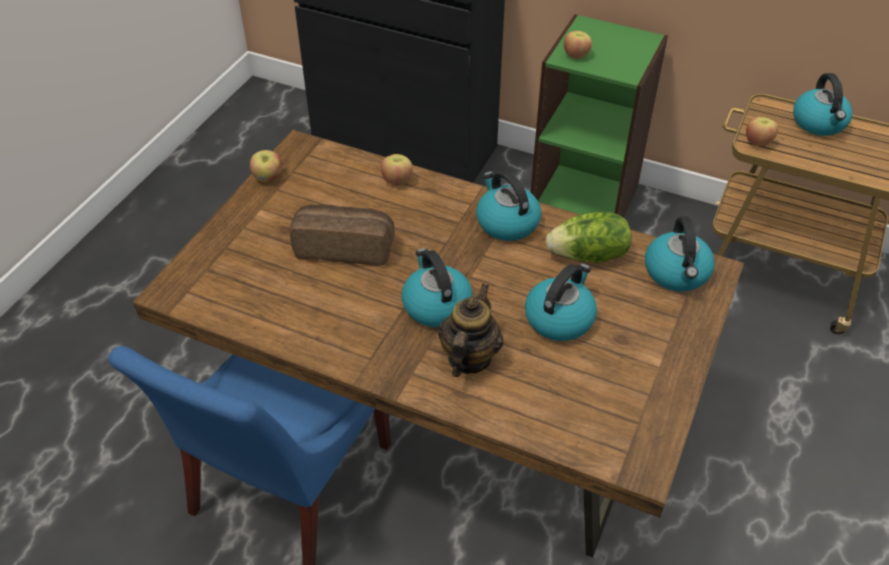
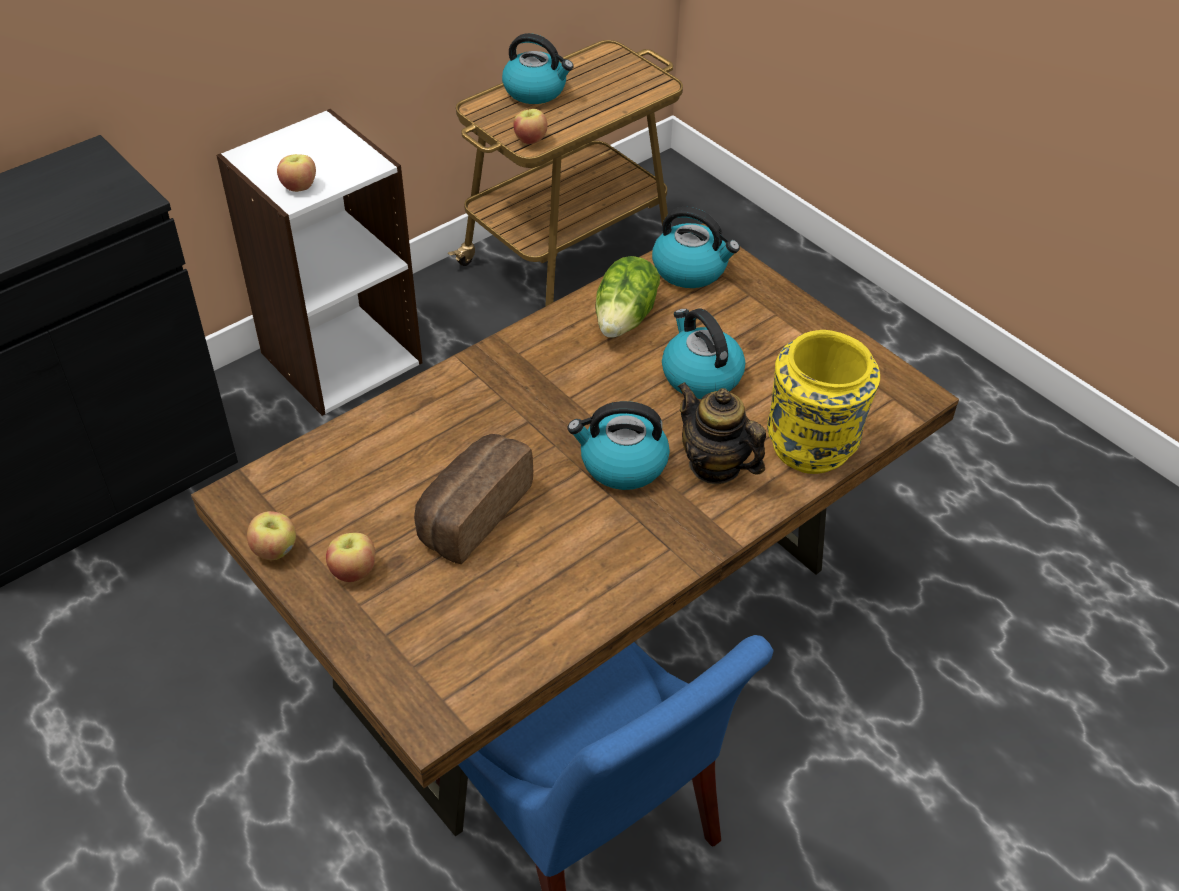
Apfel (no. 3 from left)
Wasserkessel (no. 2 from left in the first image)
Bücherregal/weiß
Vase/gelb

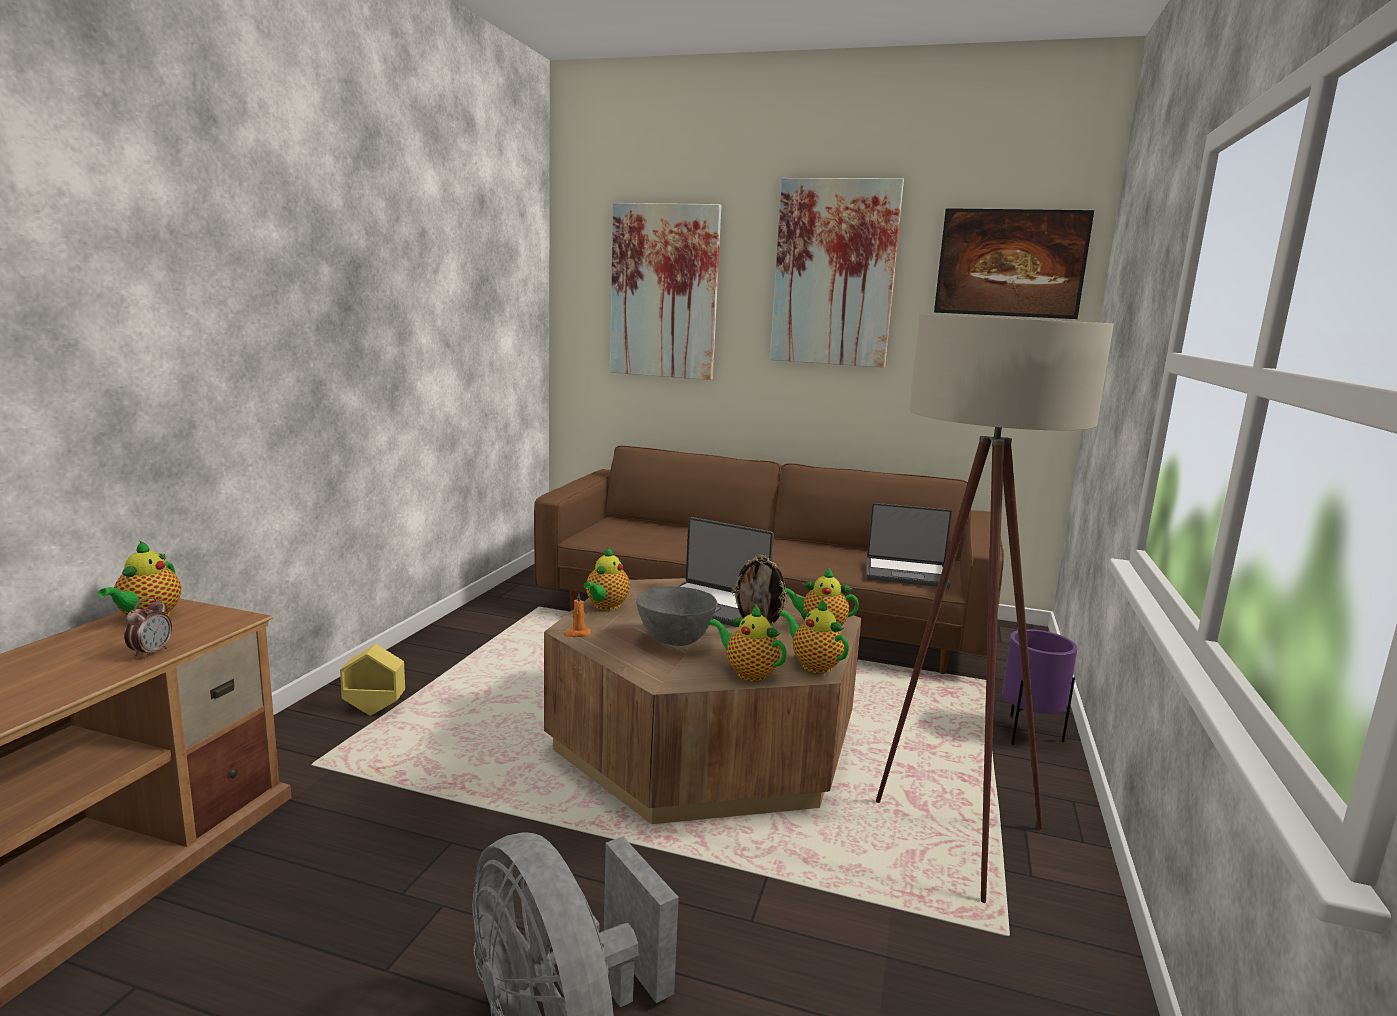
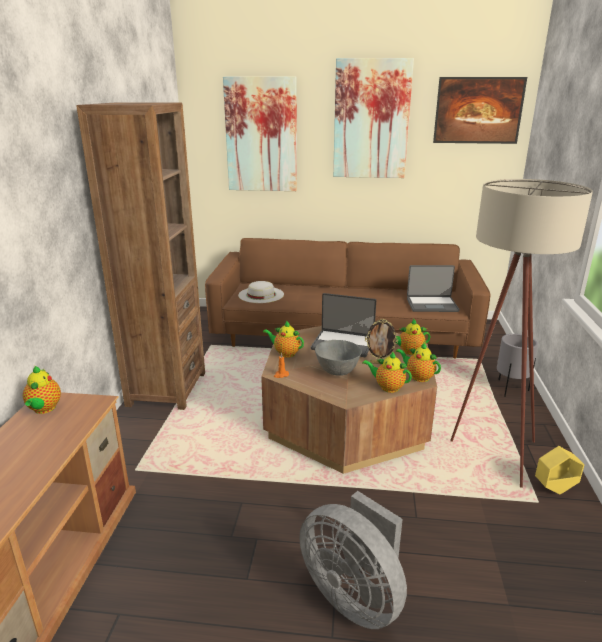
Wecker
Pflanzkübel/gelb
Teekanne (no. 2 from left)
Pflanzkübel/grau
Bücherregal/braun
Hut/weiß

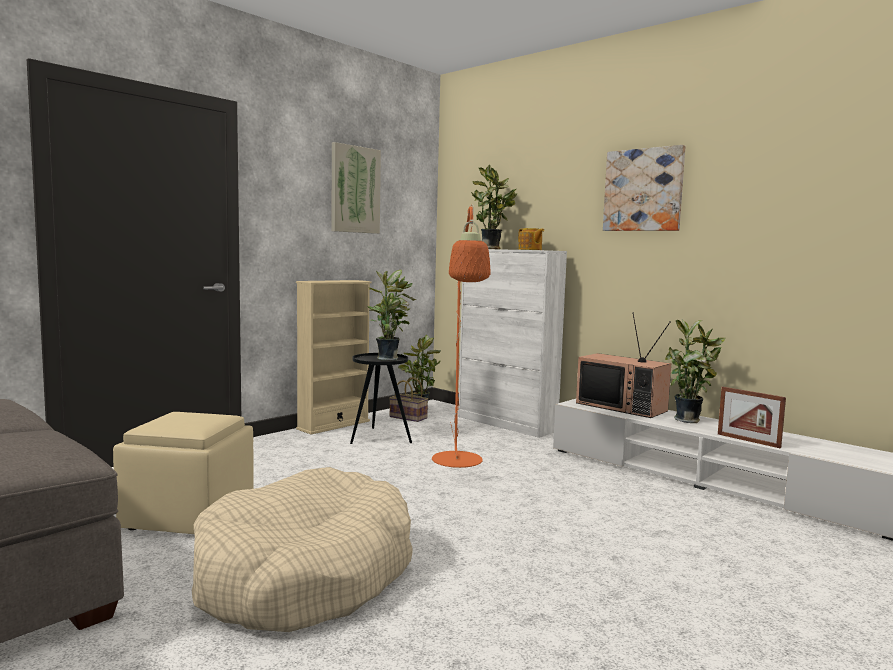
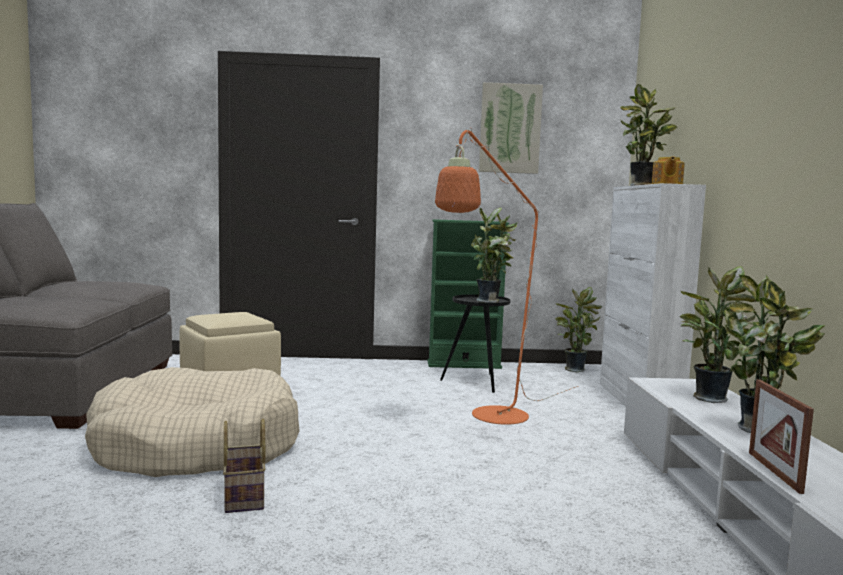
Bücherregal/grün
Korb
Topfpflanze (no. 4 from left)
Bild (no. 2 from left in the first image)

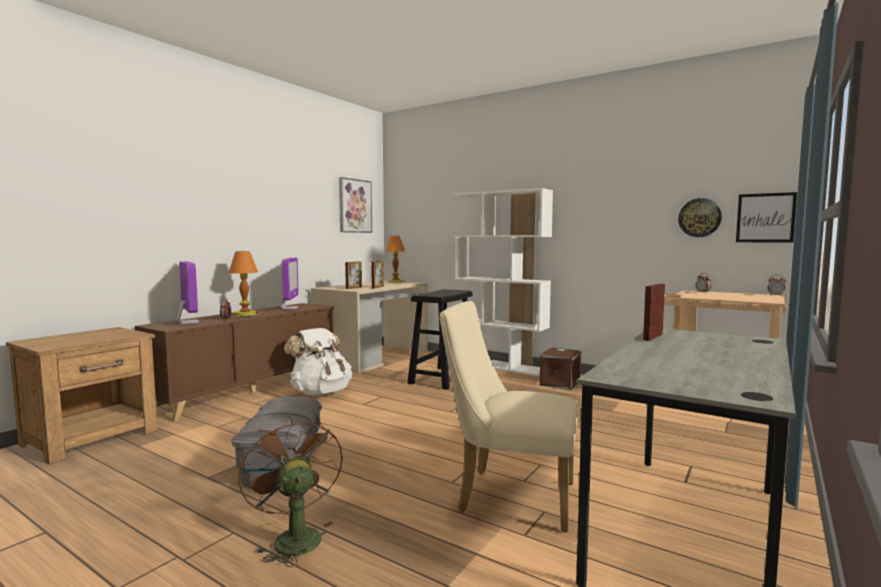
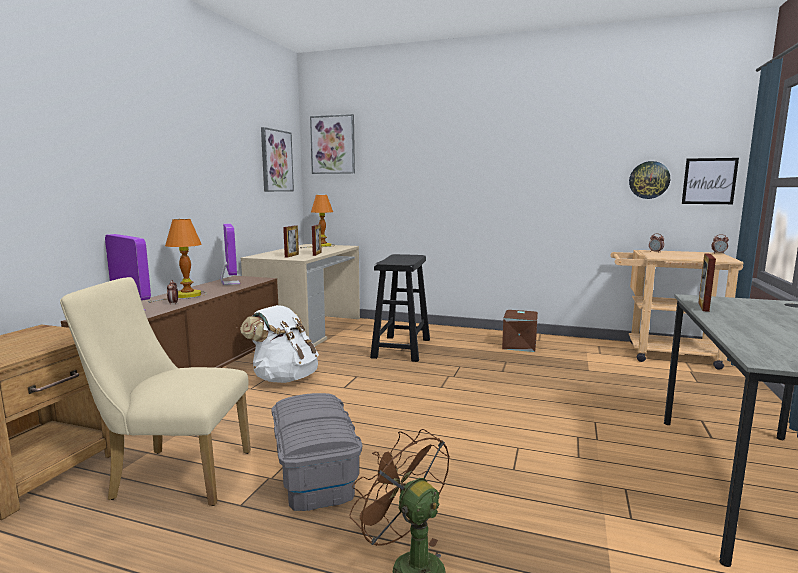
Stuhl/beige
Bücherregal/weiß
Bild (no. 2 from left)

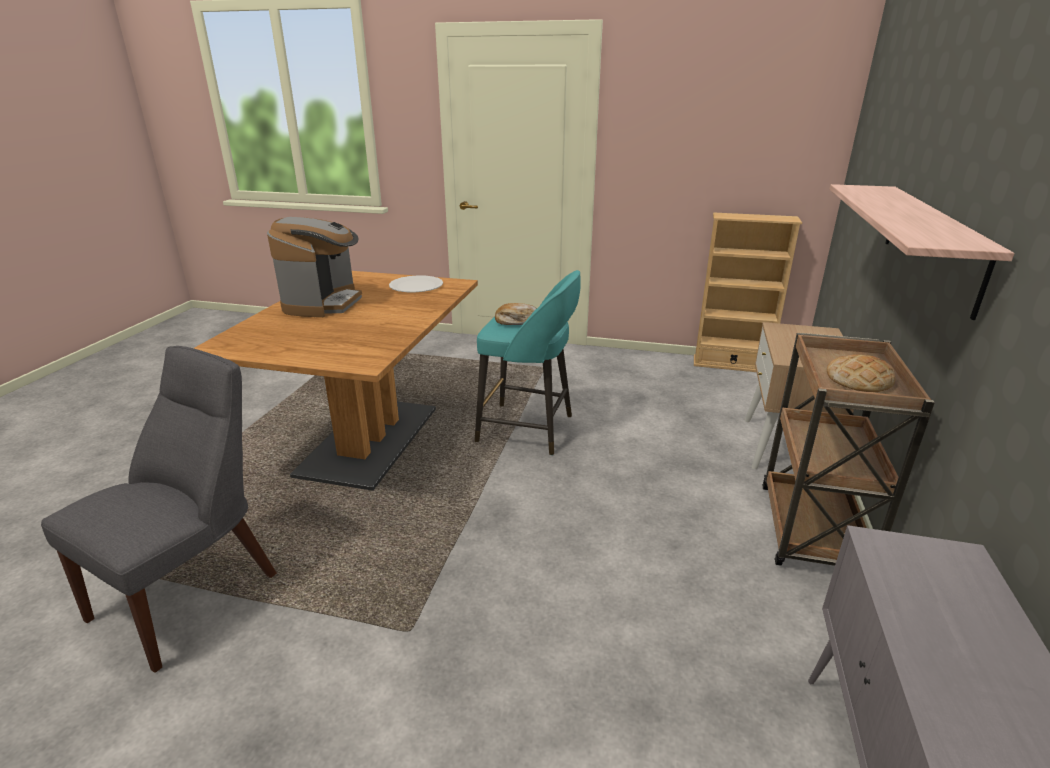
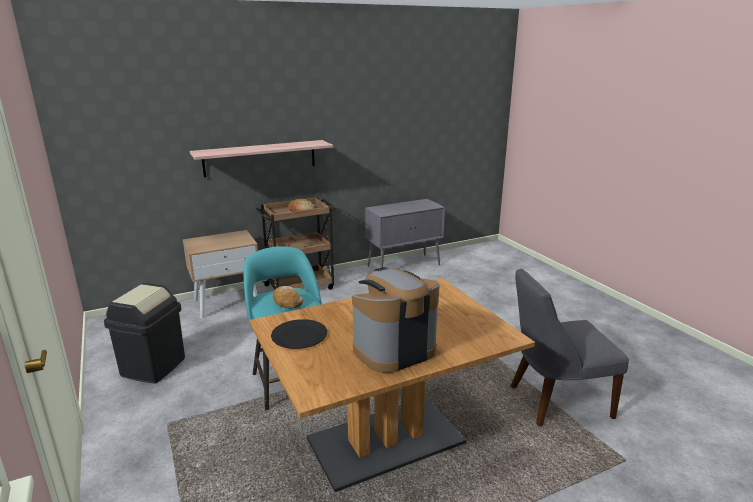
Teller/schwarz
Bücherregal/beige
Mülleimer/schwarz

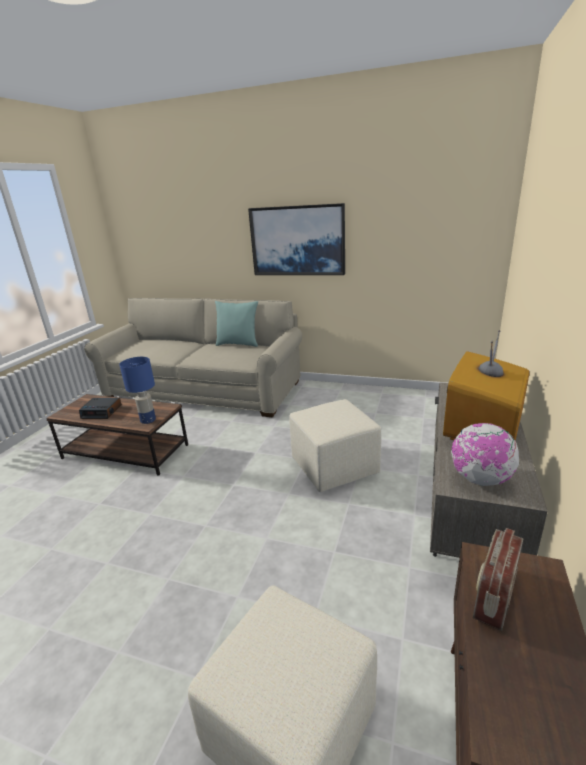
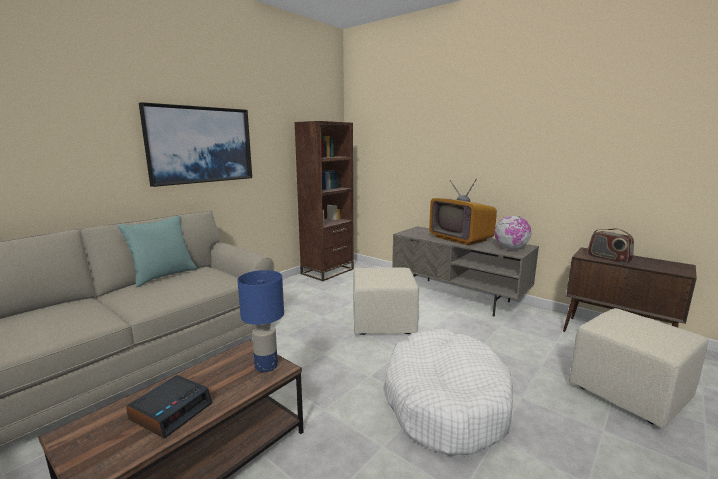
Bücherregal/braun
Hundebett/weiß

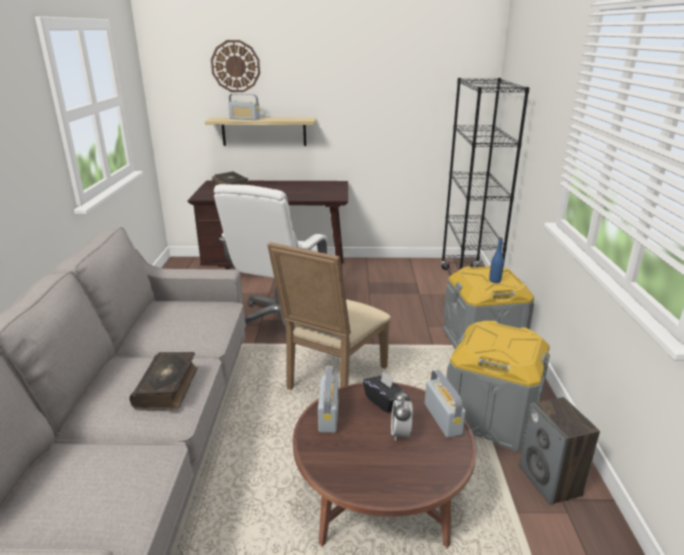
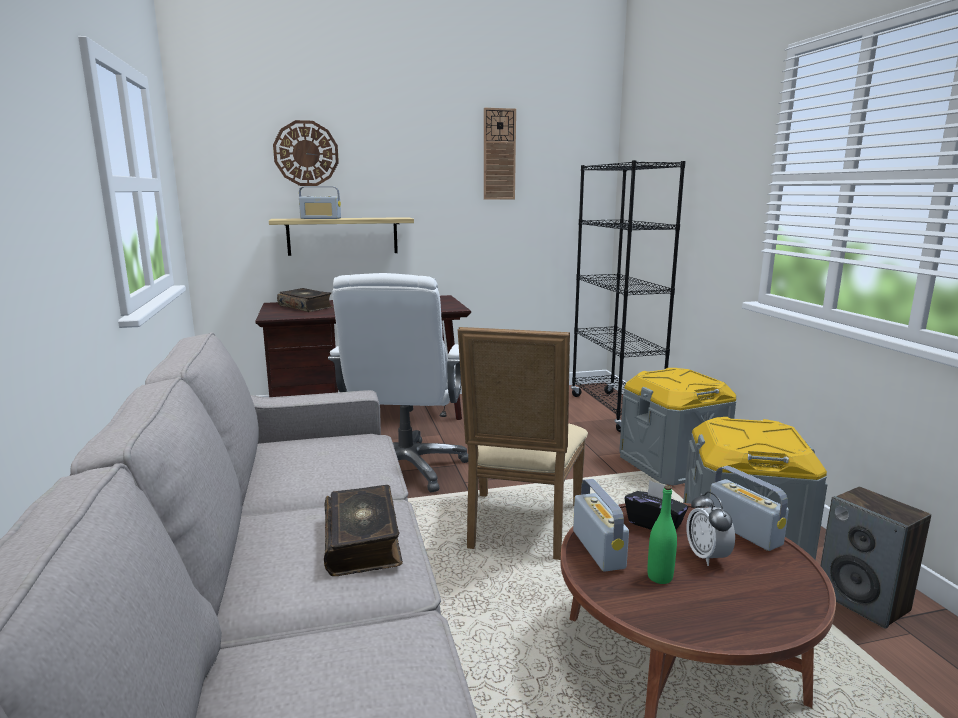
Flasche/blau
Wanduhr (no. 2 from left)
Flasche/grün

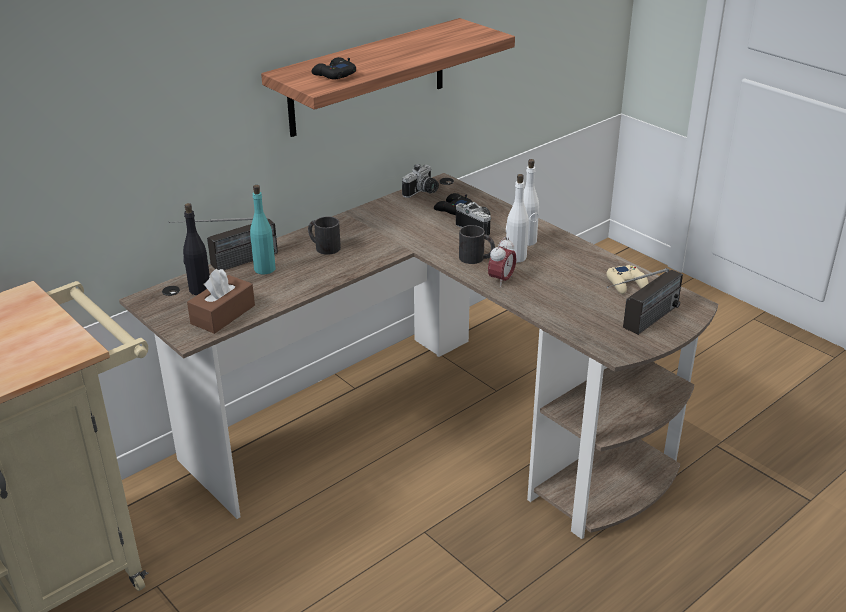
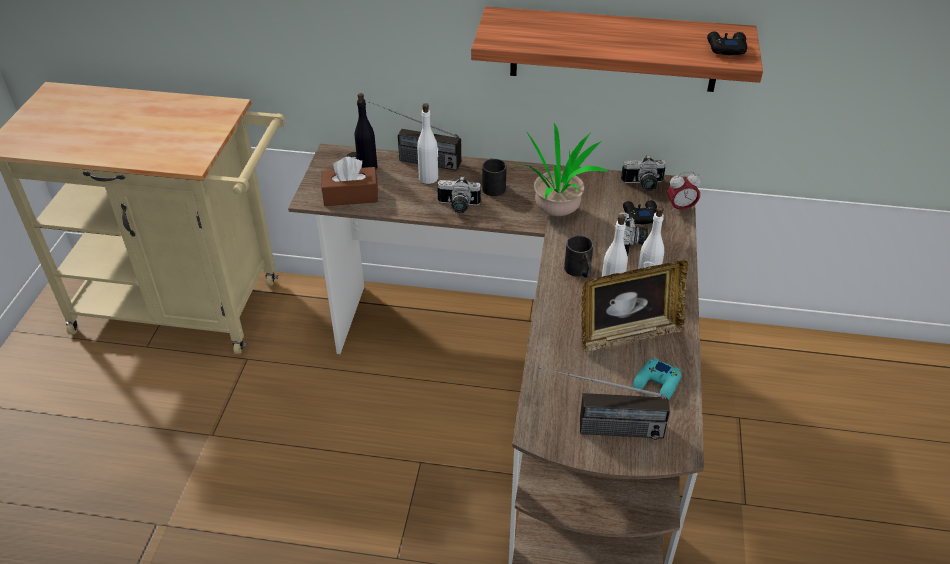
Flasche/weiß (no. 1 from left)
Gamepad/schwarz (no. 2 from left)
Wecker
Gamepad/türkis
Kamera (no. 1 from left)
Topfpflanze
Bilderrahmen

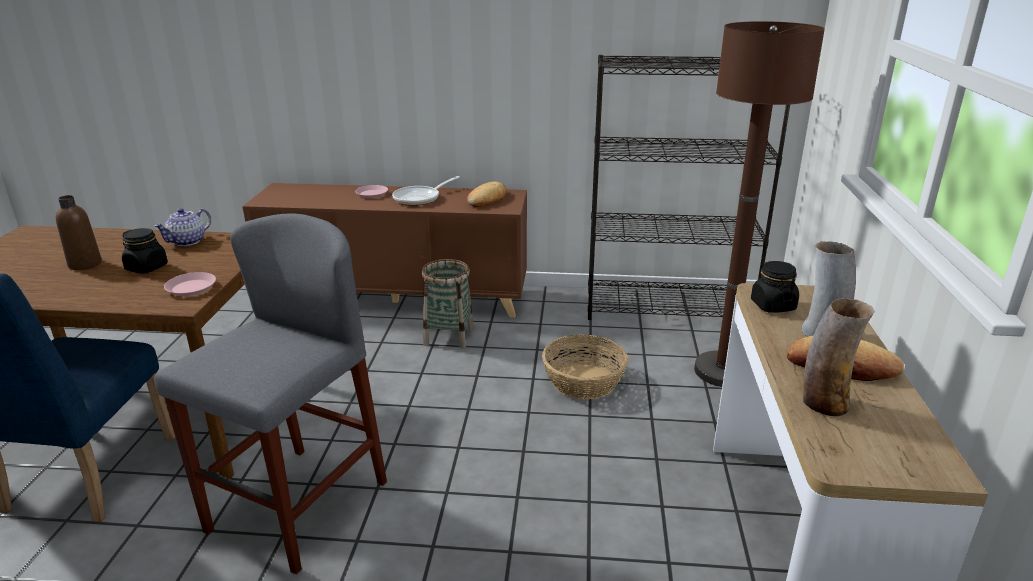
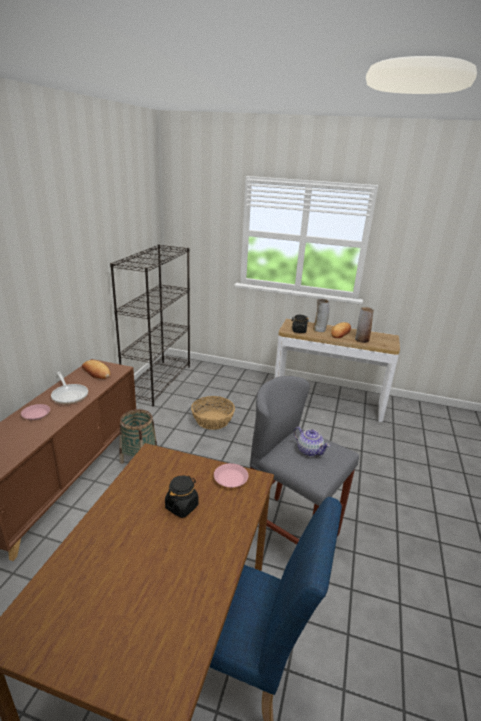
Flasche/braun
Teekanne
Stehlampe/braun

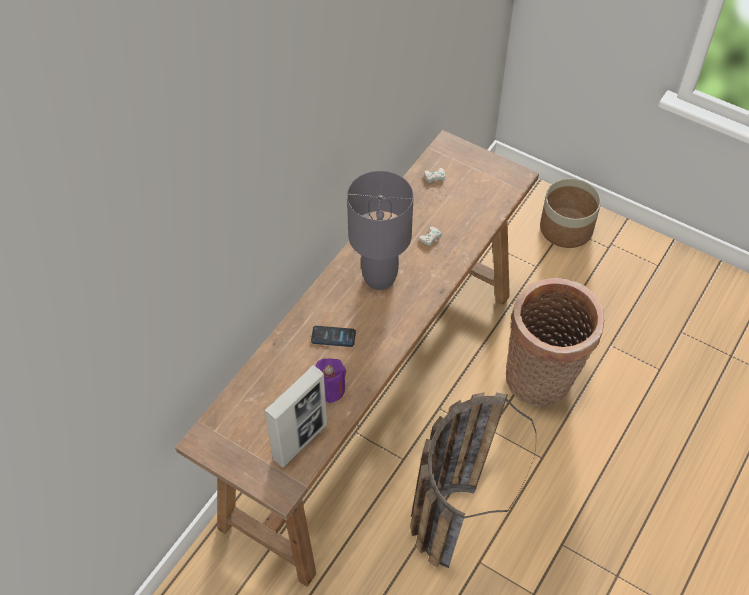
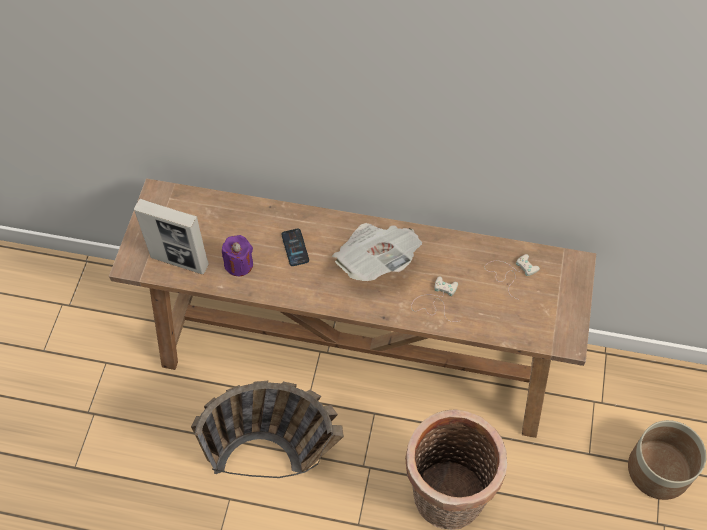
Zeitung

